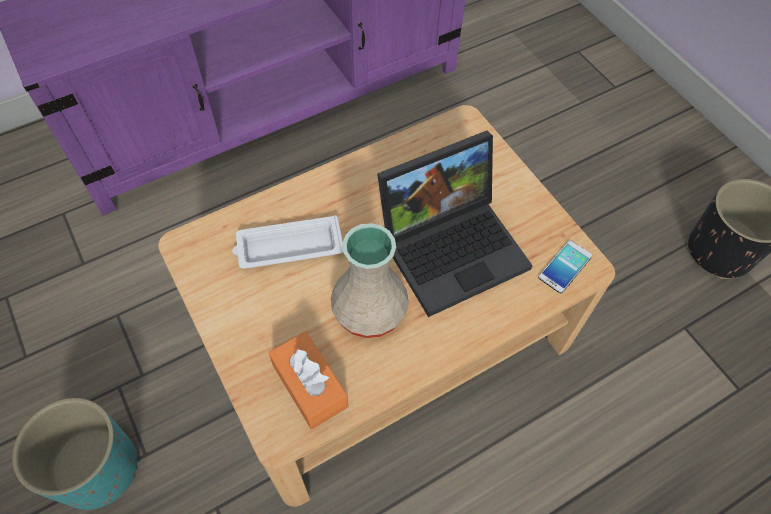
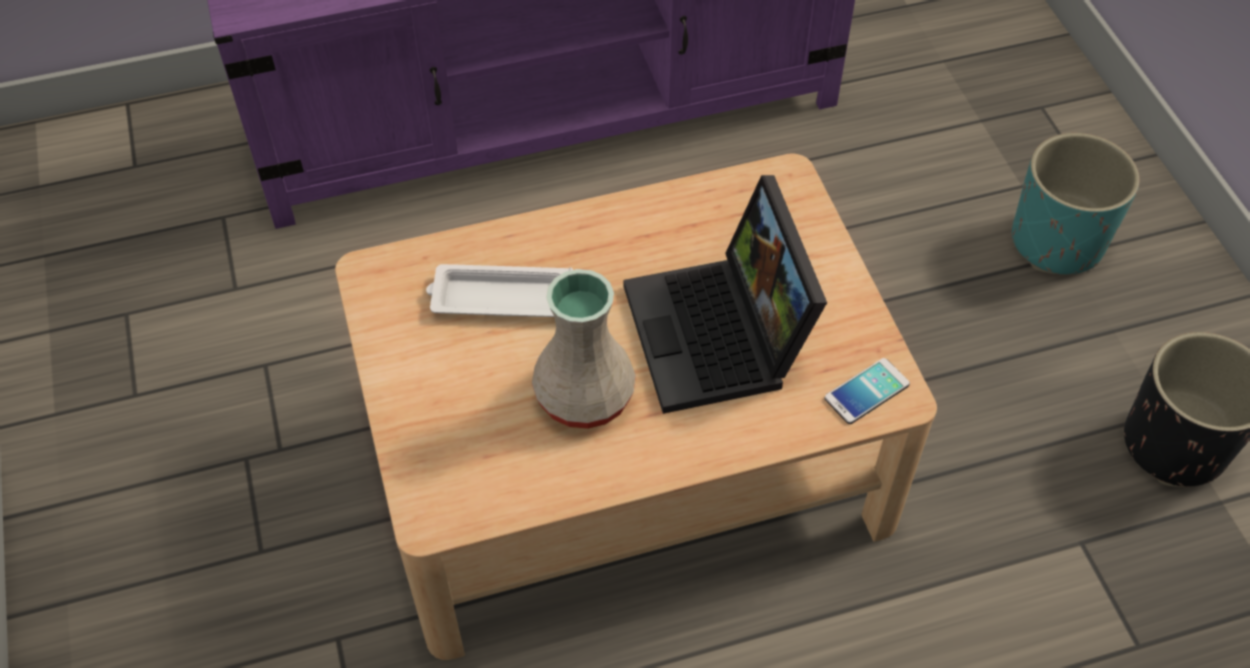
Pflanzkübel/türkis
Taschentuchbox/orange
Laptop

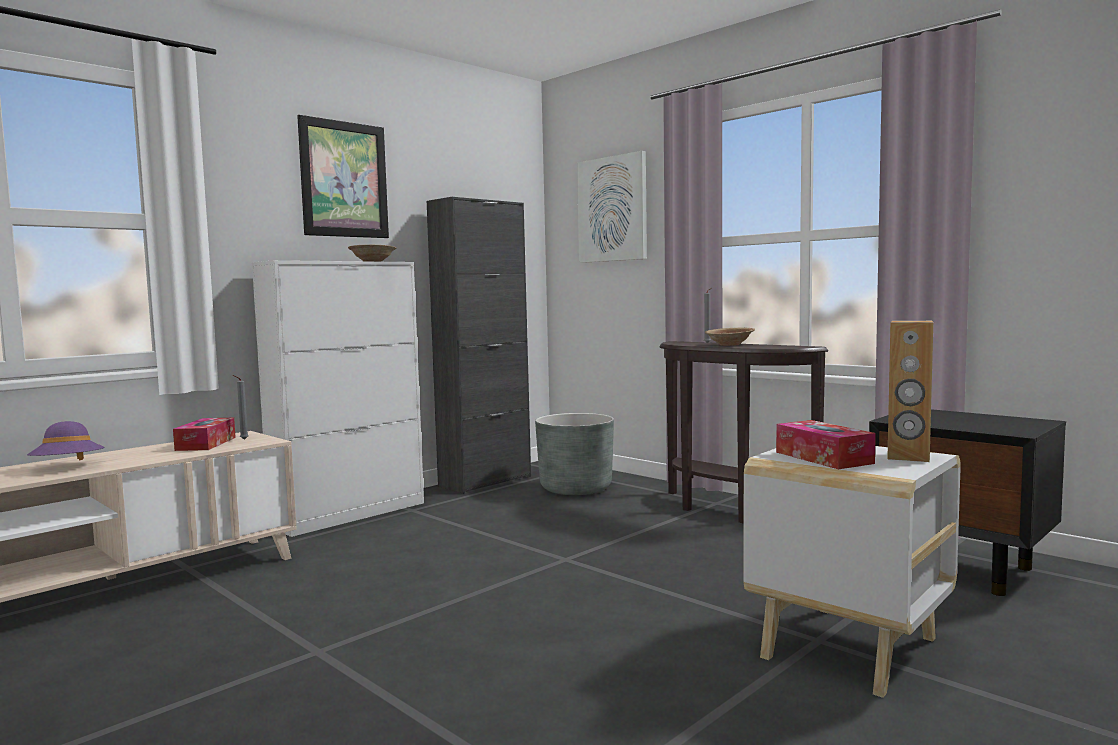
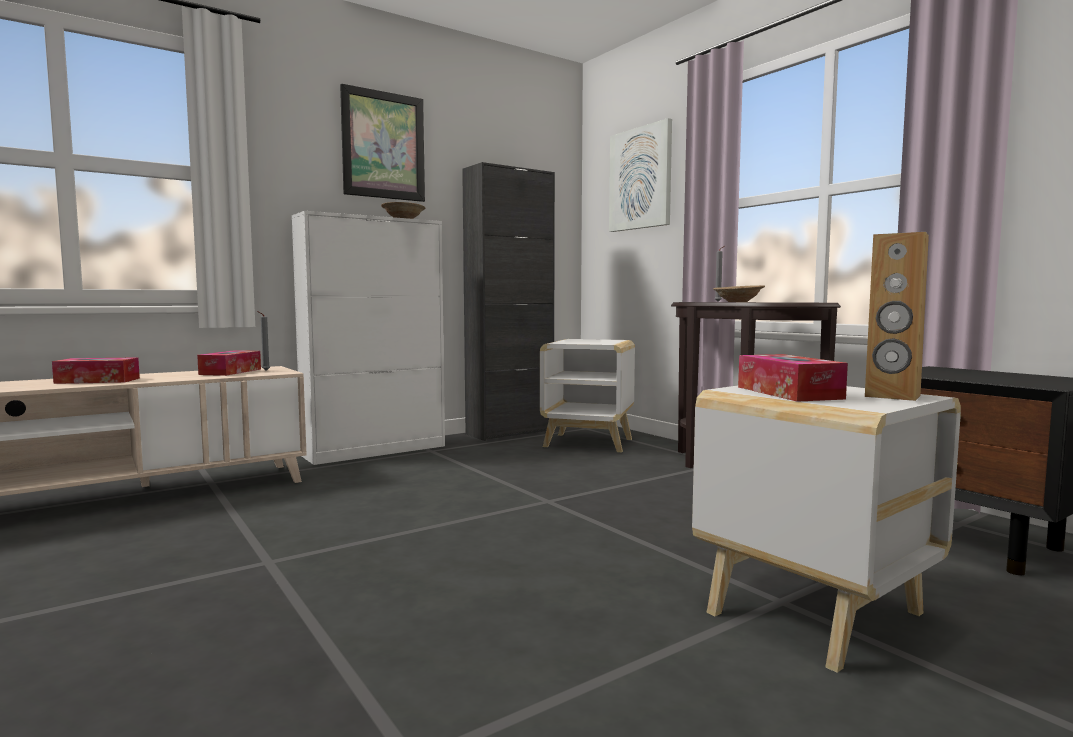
Taschentuchbox (no. 1 from left)
Beistelltisch/weiß (no. 1 from left)

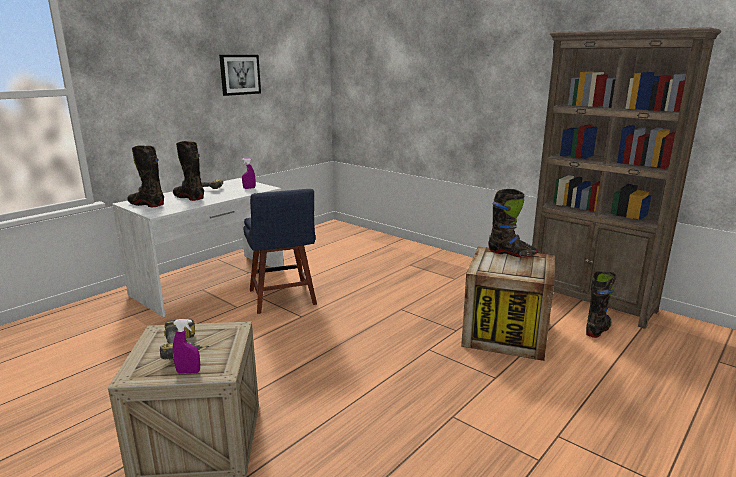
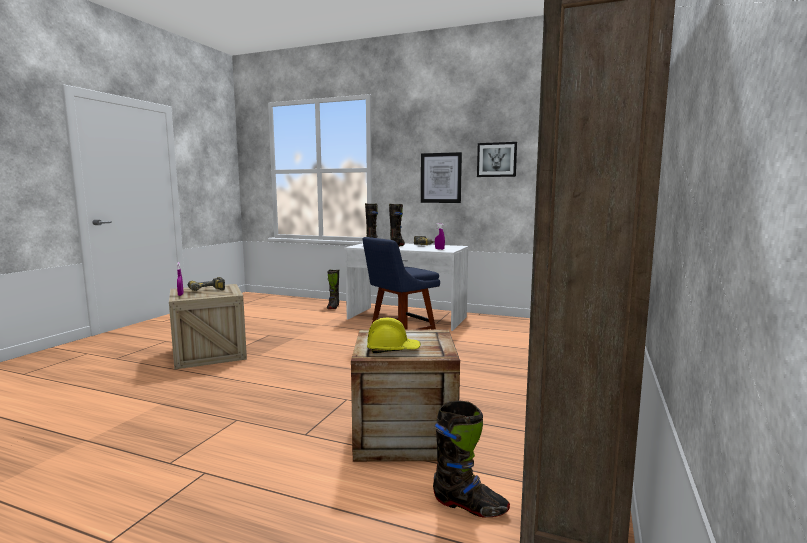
Stiefel/schwarz (no. 1 from left)
Schutzhelm/gelb
Bild (no. 1 from left)

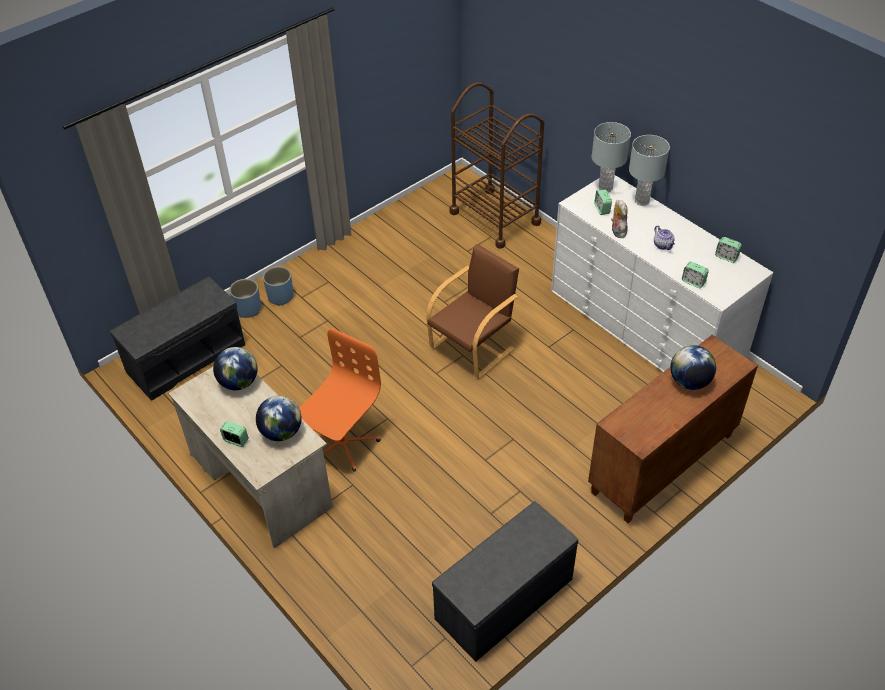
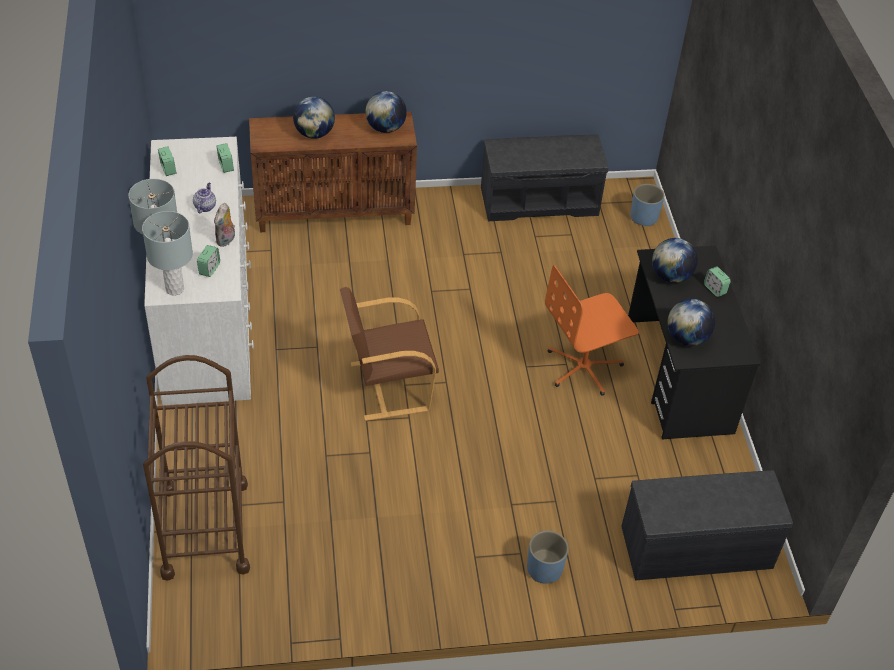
Schreibtisch/schwarz
Pflanzkübel/blau (no. 2 from left)
Globus (no. 2 from left)

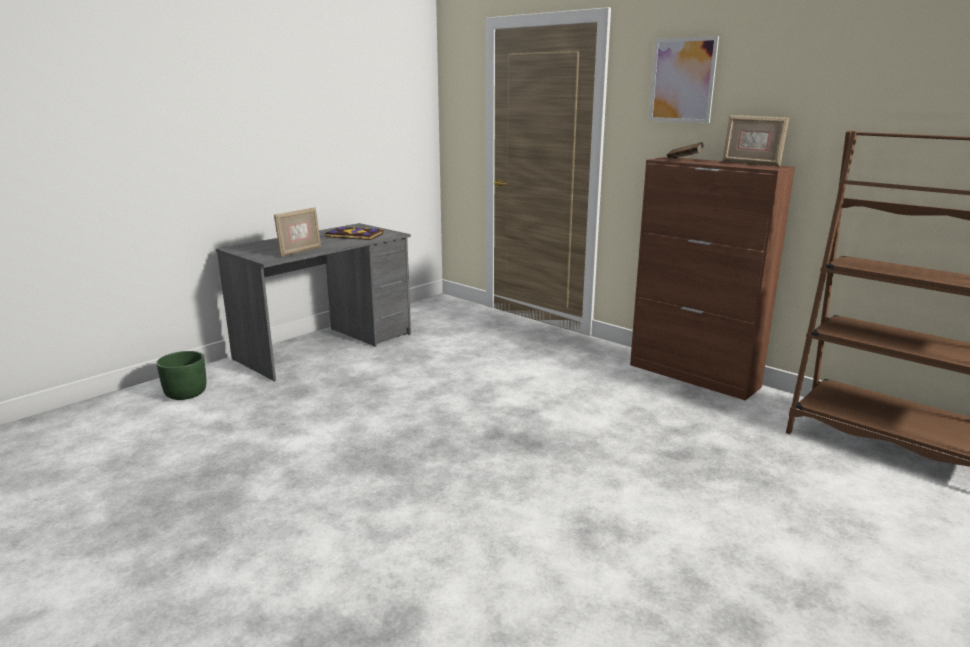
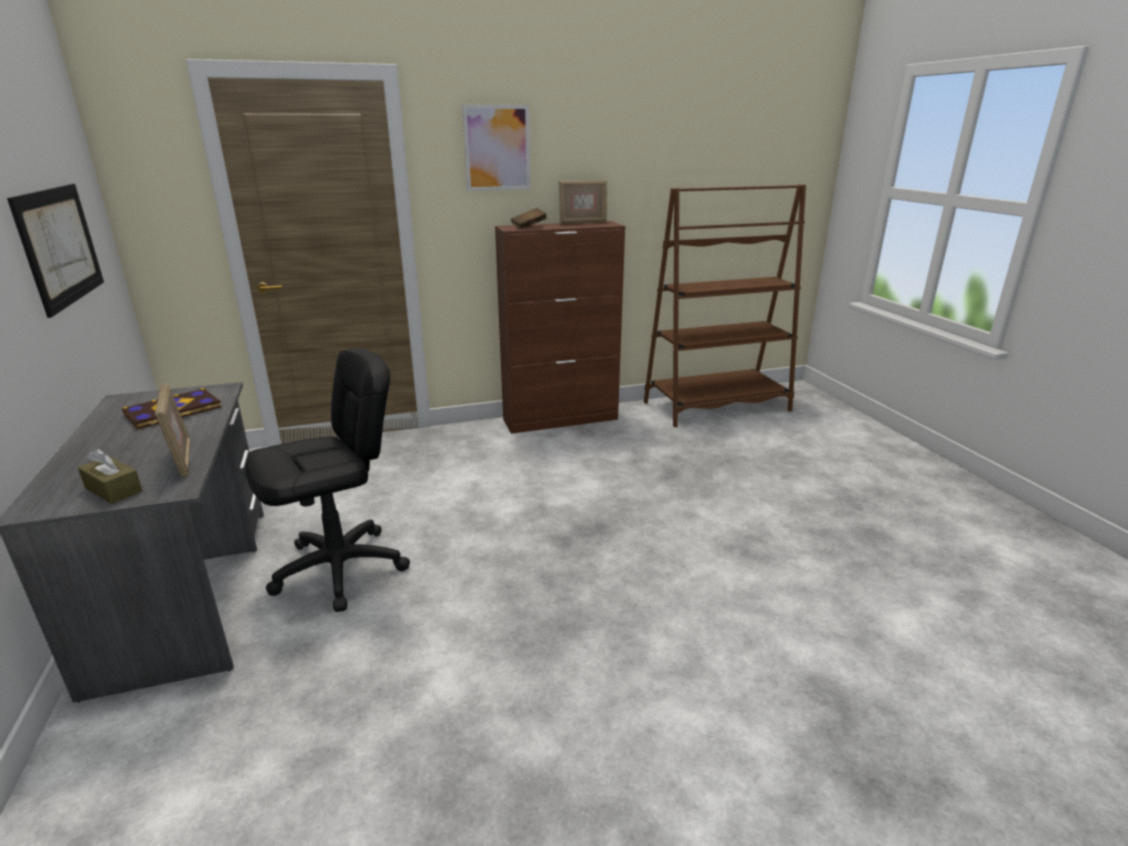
Pflanzkübel/grün
Bild (no. 1 from left)
Taschentuchbox/braun
Bürostuhl/schwarz

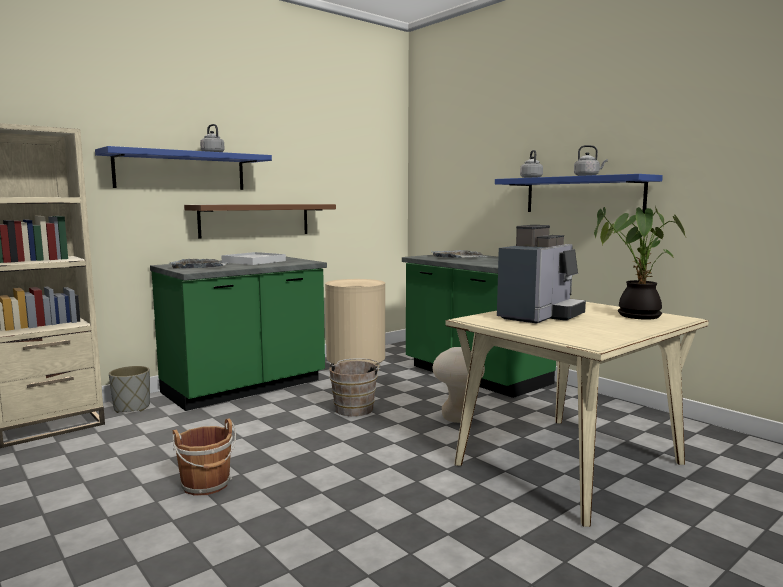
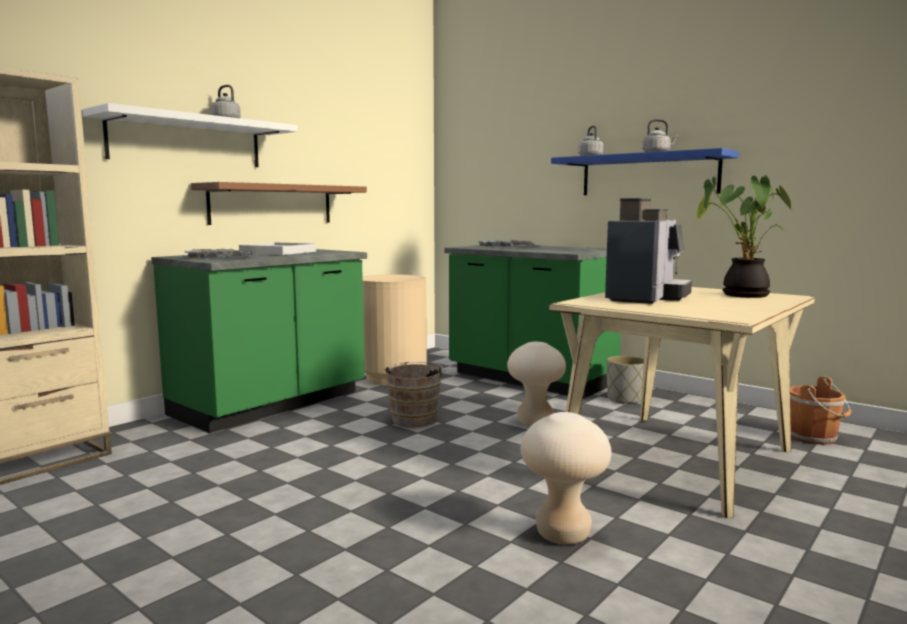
Wandregal/weiß
Pflanzkübel/grau
Eimer/braun (no. 2 from left)
Hocker/beige (no. 2 from left)

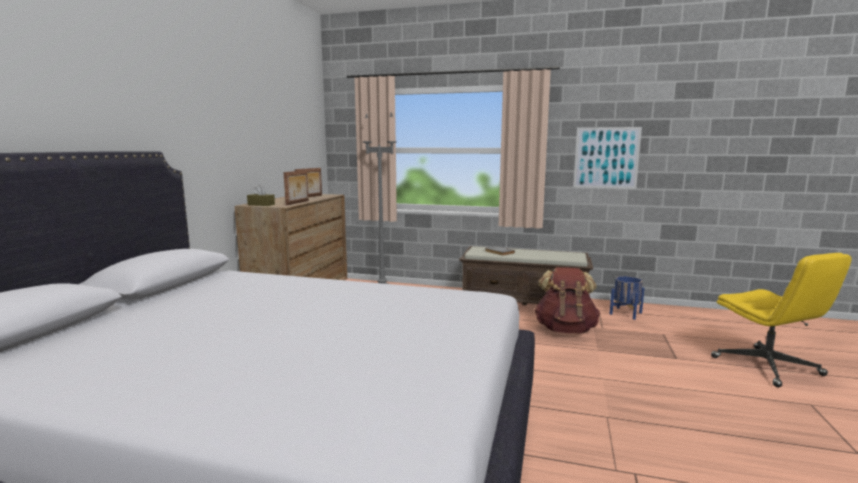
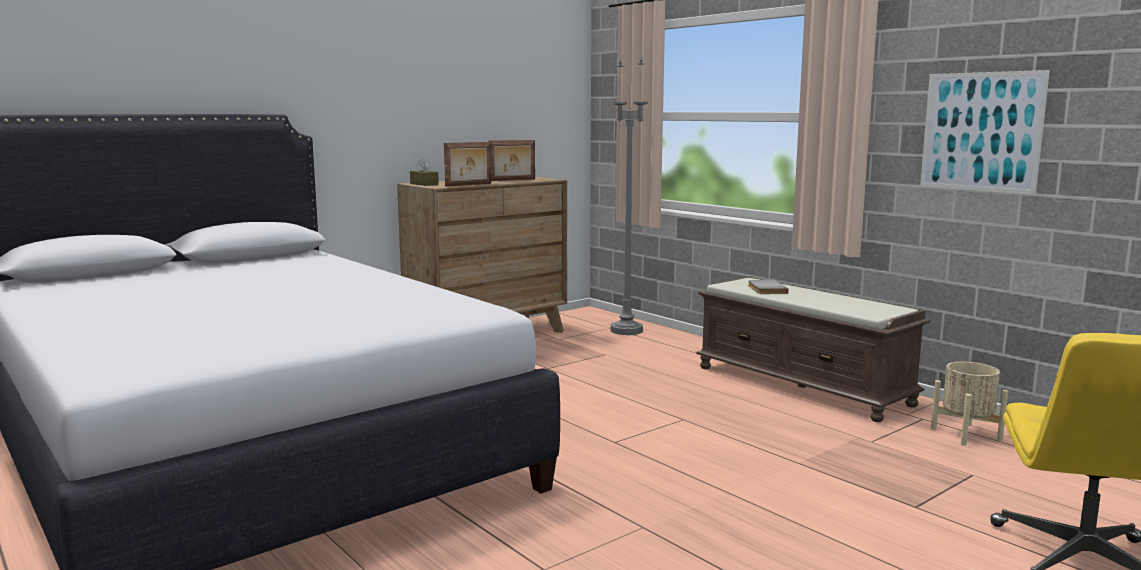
Rucksack/braun
Pflanzkübel/beige

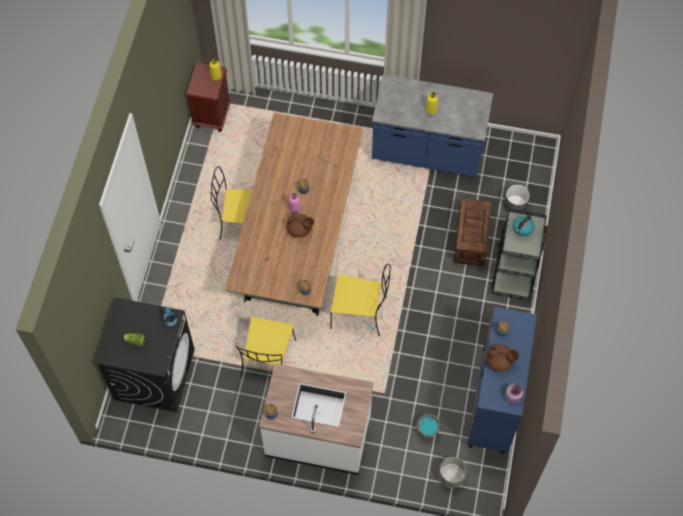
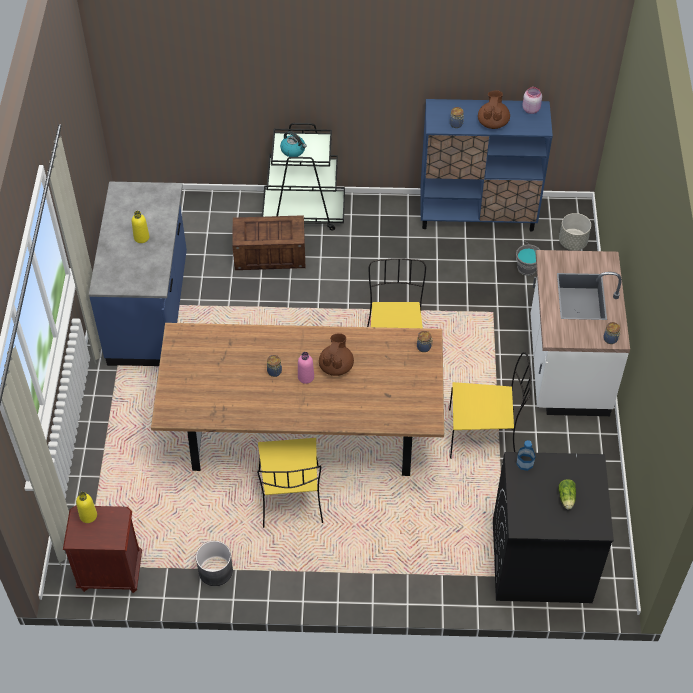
Pflanzkübel/grau (no. 1 from left)

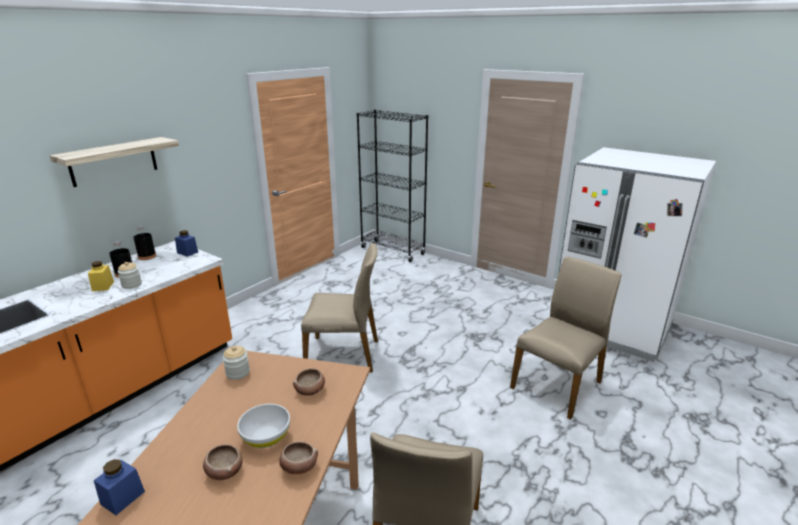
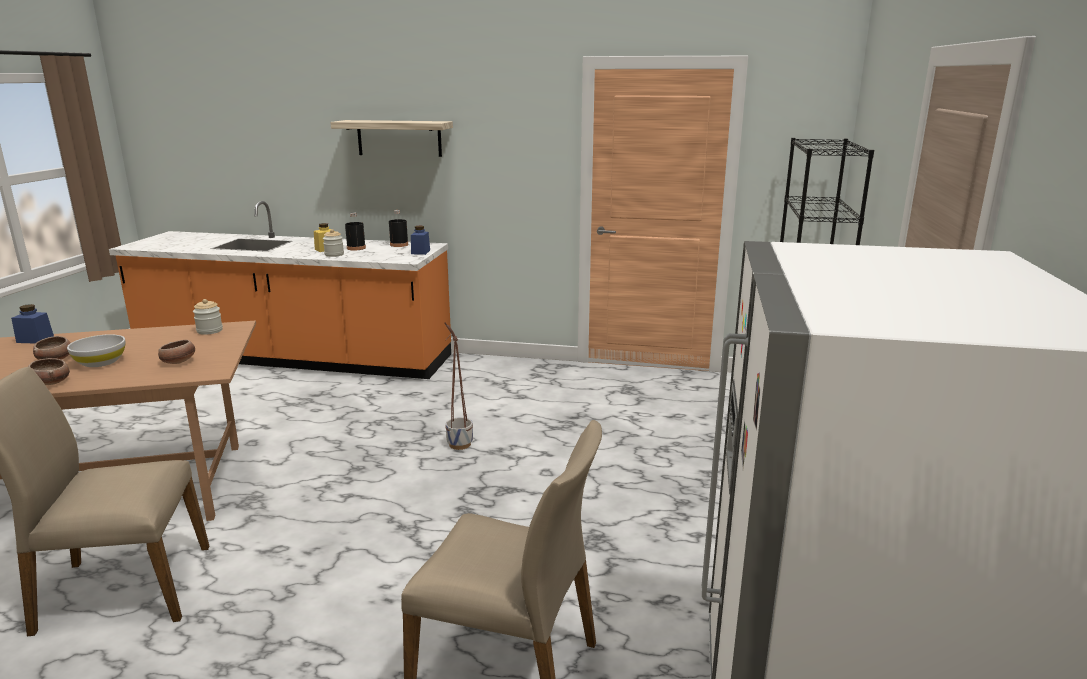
Pflanzkübel

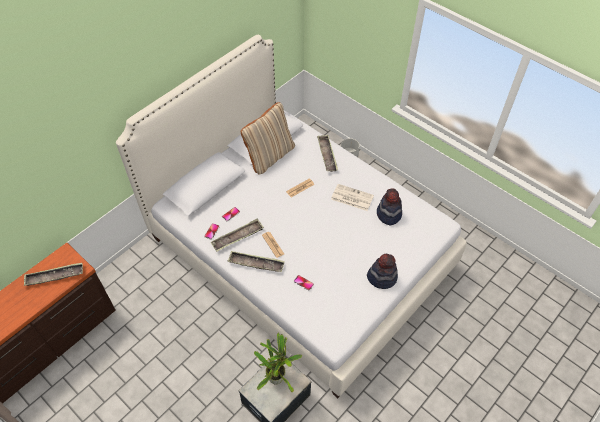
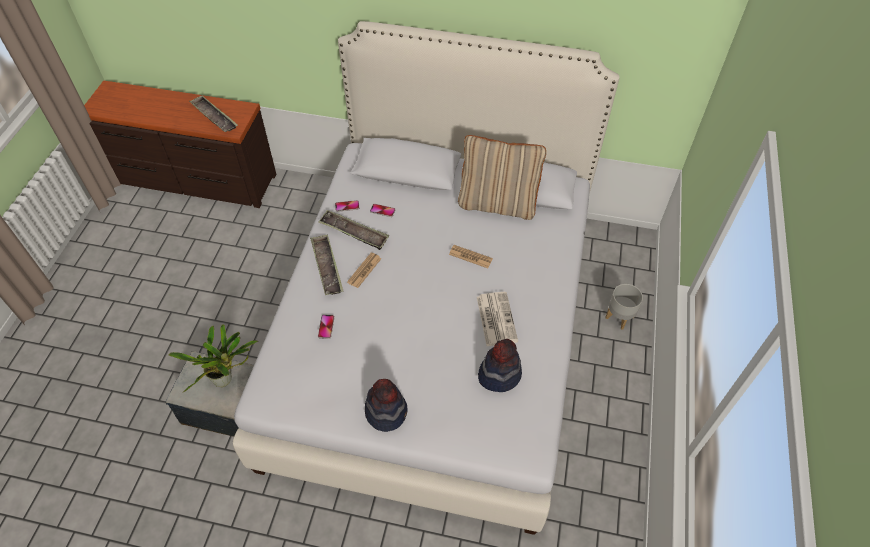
Tablett (no. 4 from left in the first image)

